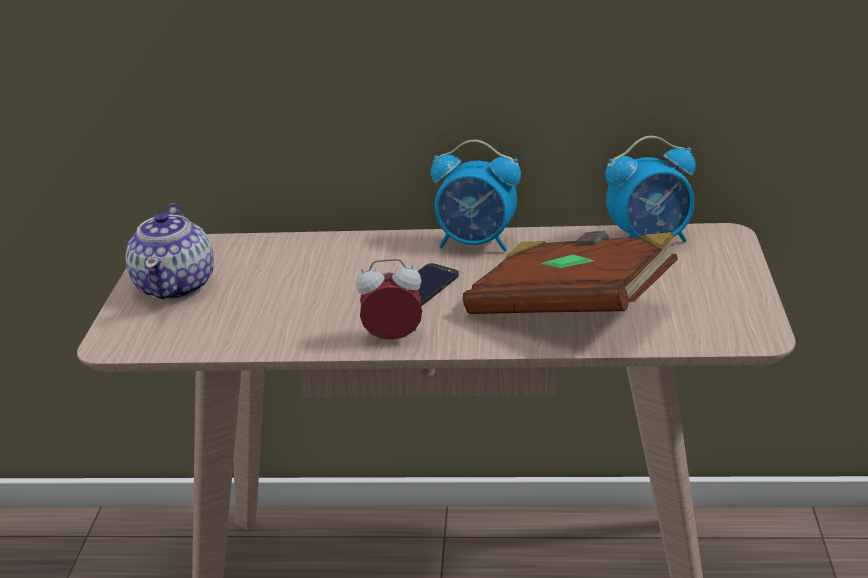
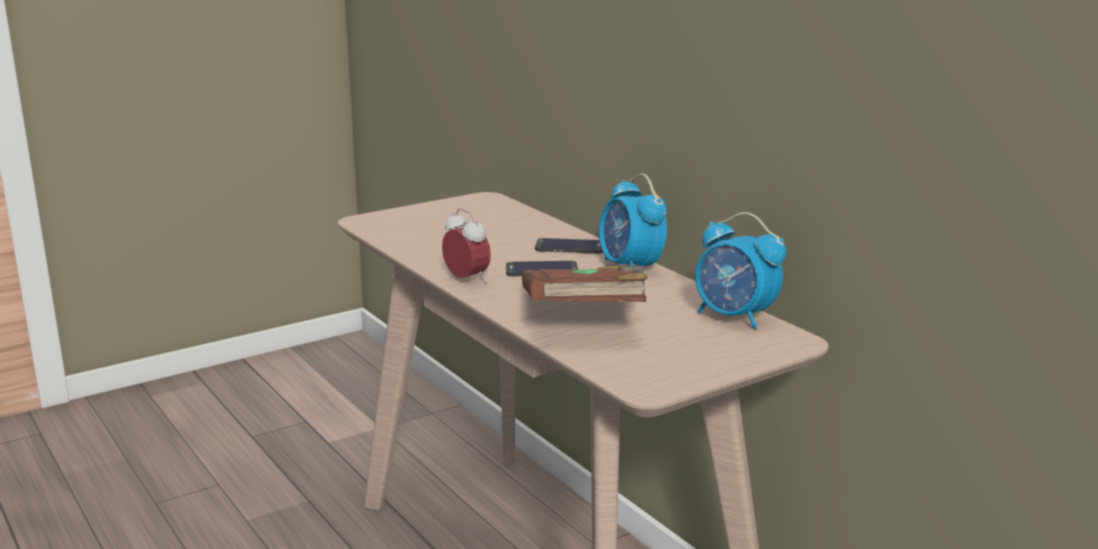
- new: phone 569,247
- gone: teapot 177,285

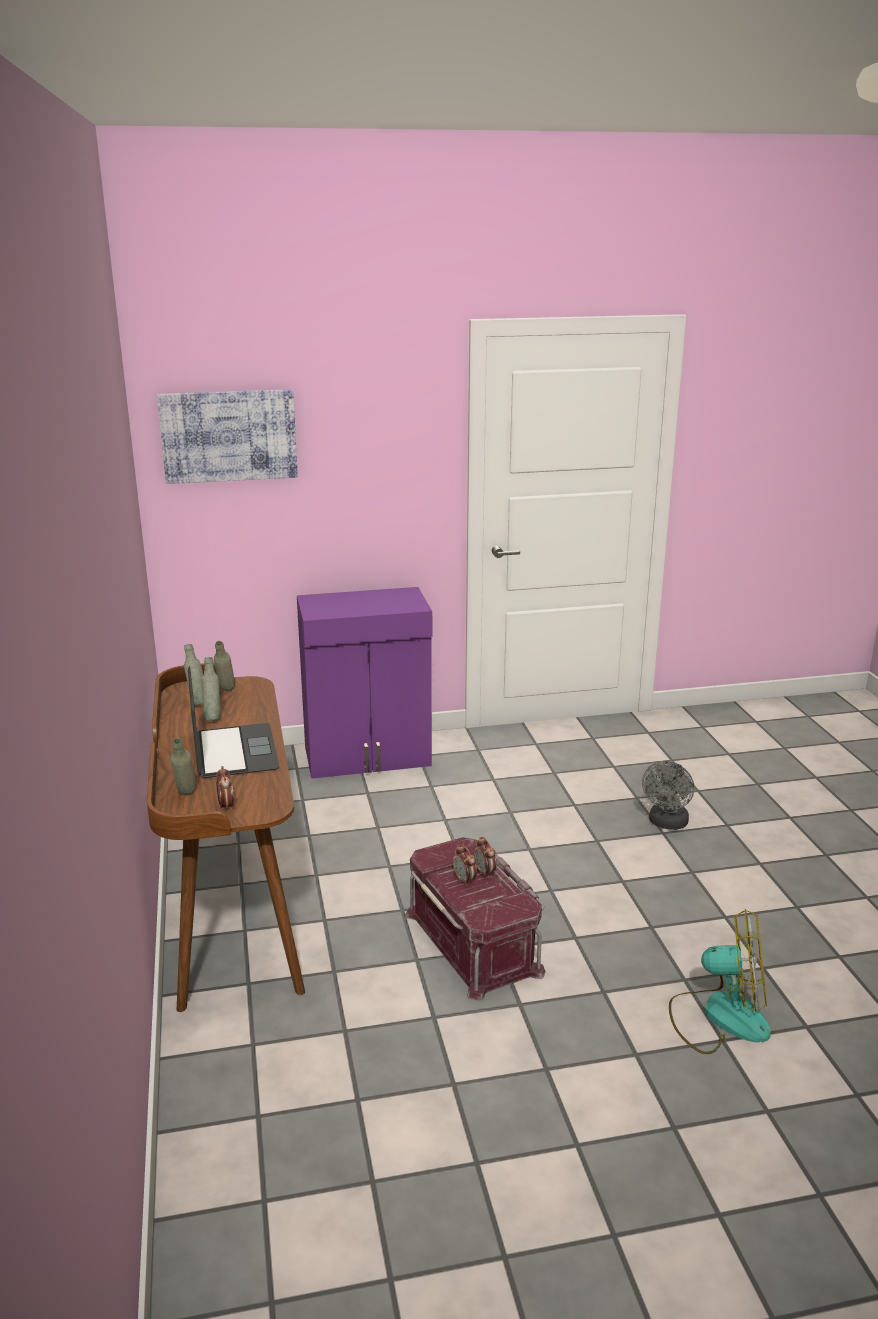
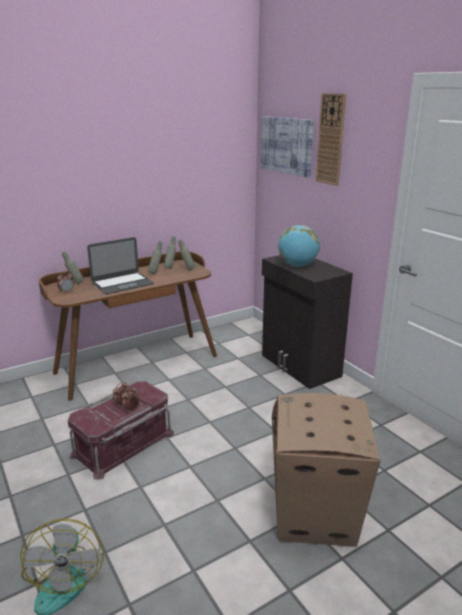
- repainted: storage cabinet (purple-coloured) 368,757 to storage cabinet (black-coloured) 299,366
- swapped: fan (grey) 667,823 to carton 315,515
- new: world globe 297,266
- new: wall clock 331,139

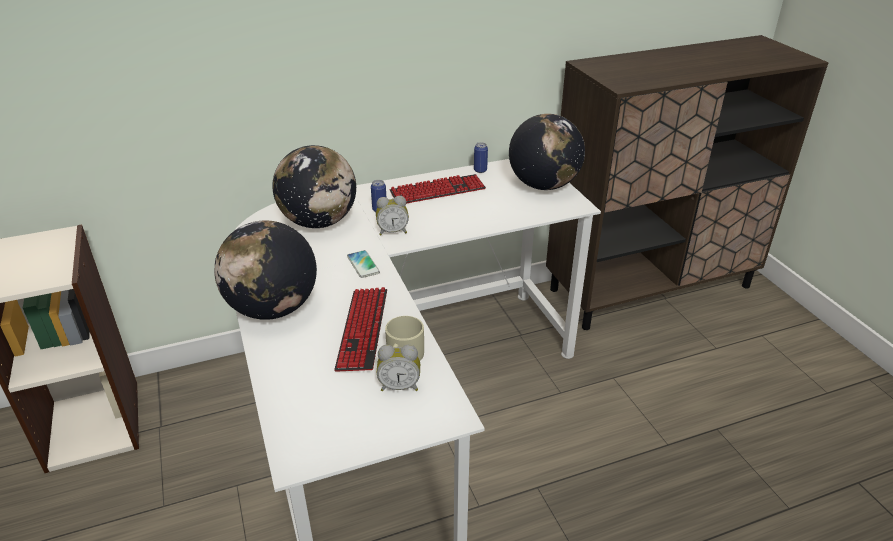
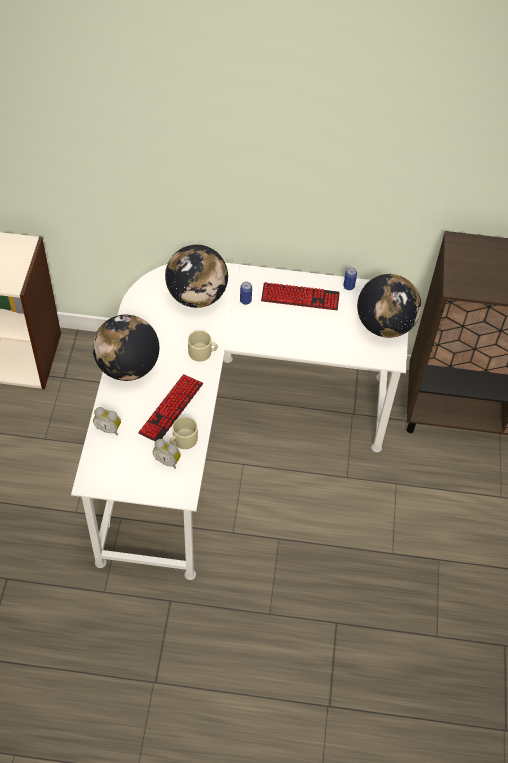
- shifted: bedside clock 392,231 to 109,428
- swapped: phone 363,265 to mug (beige) 203,352

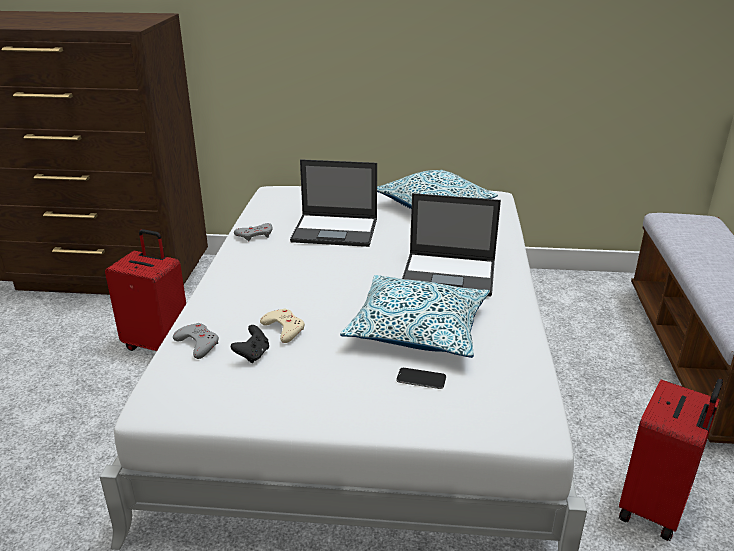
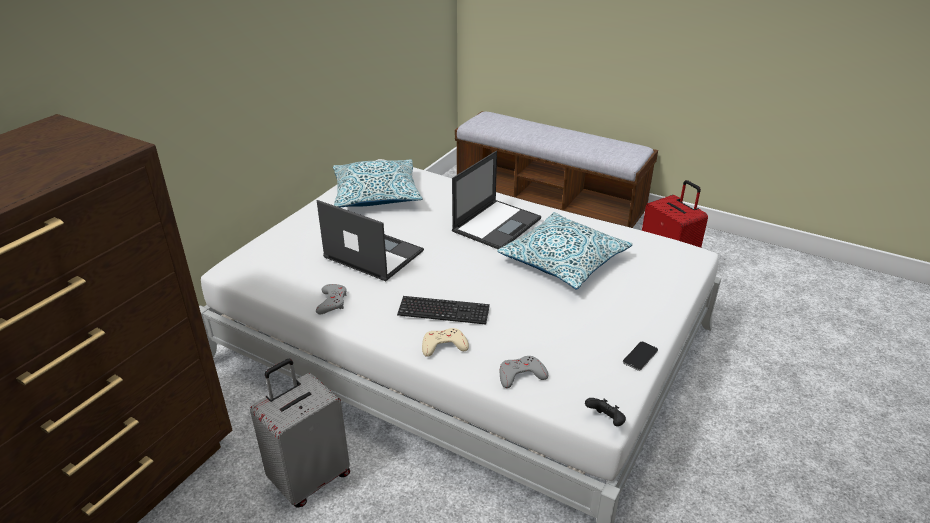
- repainted: suitcase (red-coloured) 159,344 to suitcase (grey) 310,478
- rotated: laptop 336,230 = 372,254 90 degrees counterclockwise
- new: PC keyboard 443,312
- shifted: joypad (beige) 284,329 to 443,346
- shifted: joypad (black-coloured) 253,355 to 606,421
- shifted: phone 421,379 to 640,356

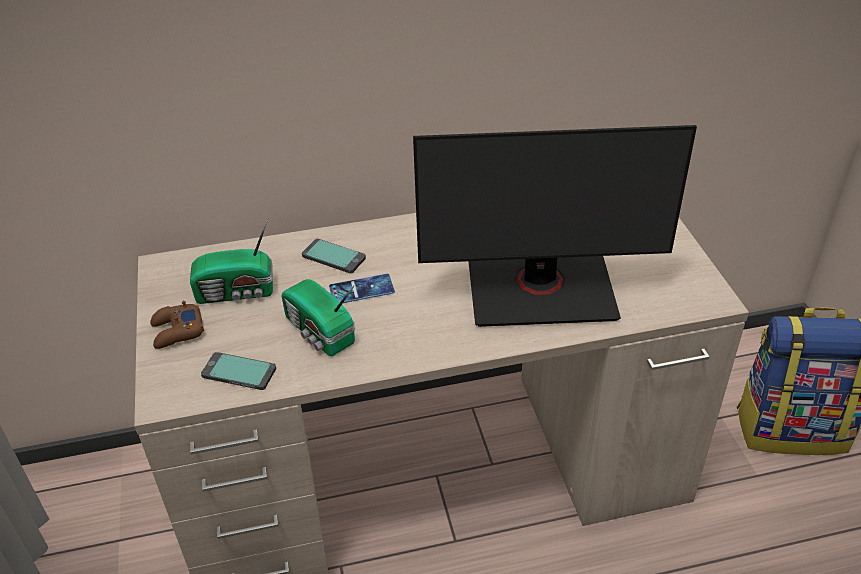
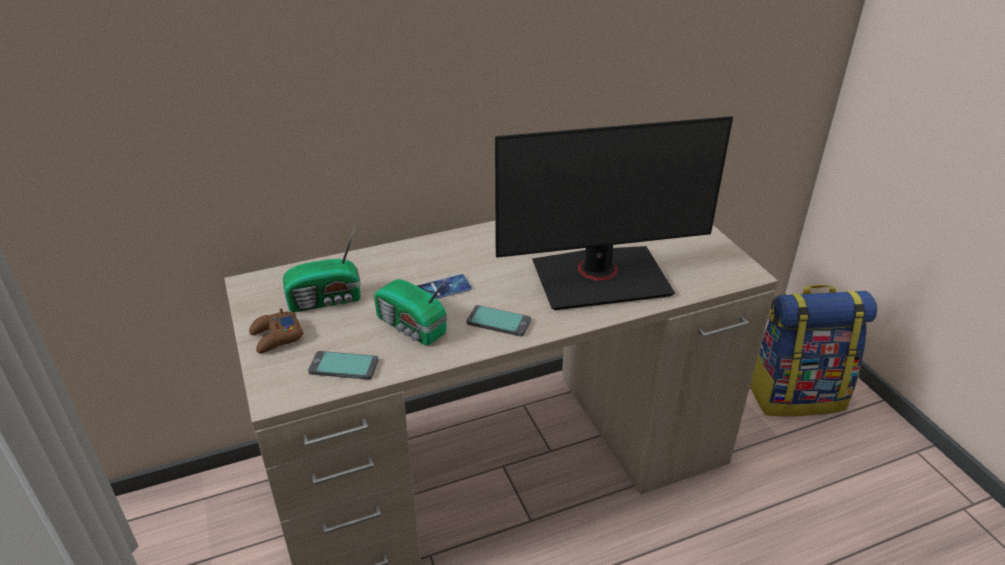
- shifted: phone 334,257 to 499,321

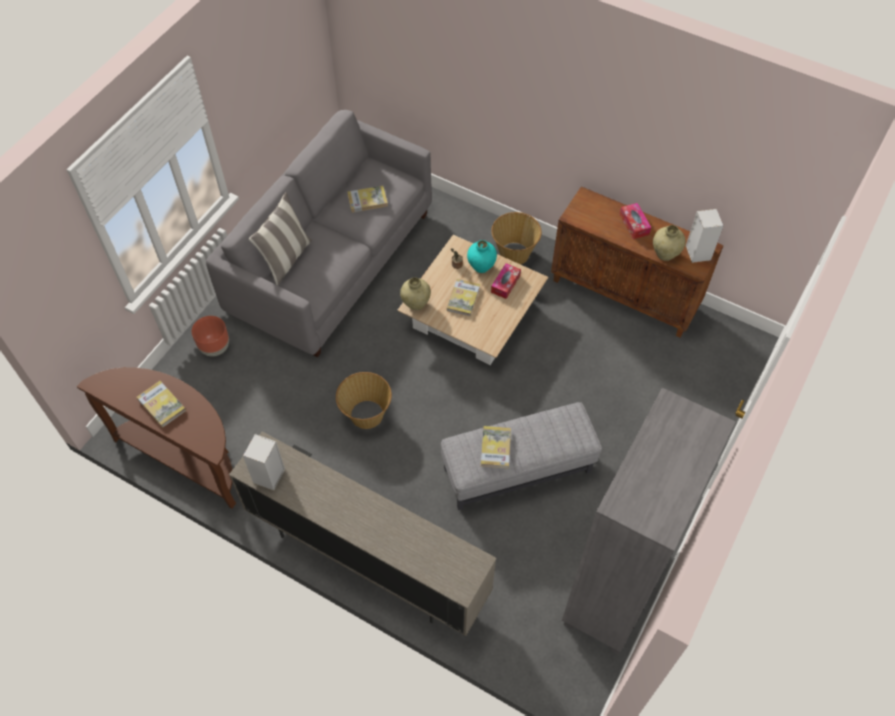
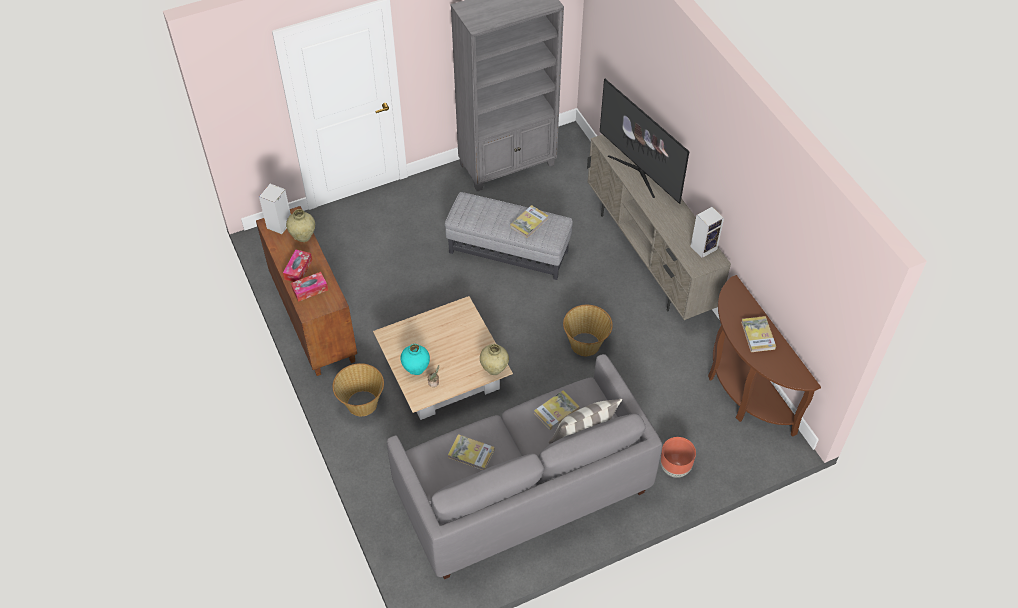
- shifted: tissue box 505,284 to 310,290
- shifted: volume 463,299 to 556,411
- new: TV set 639,171

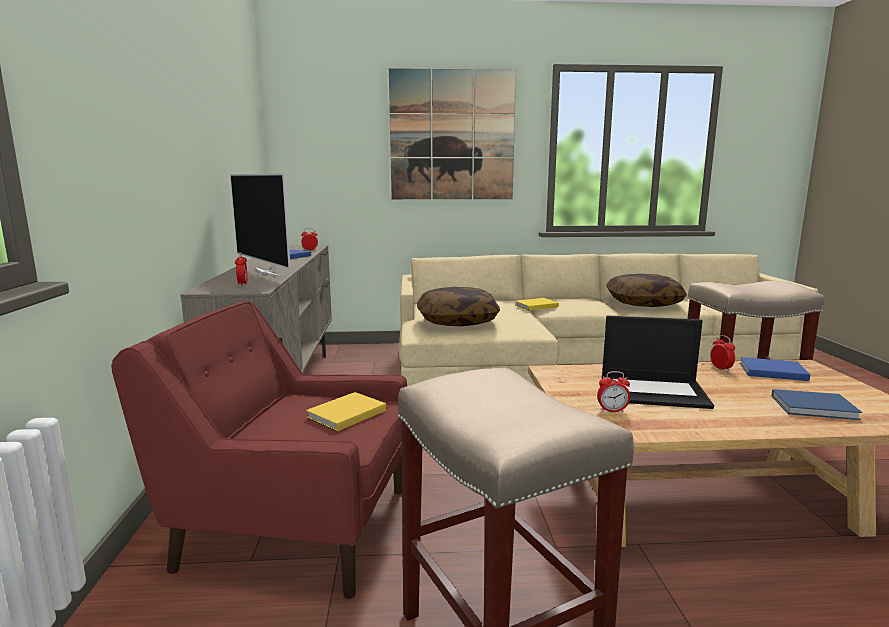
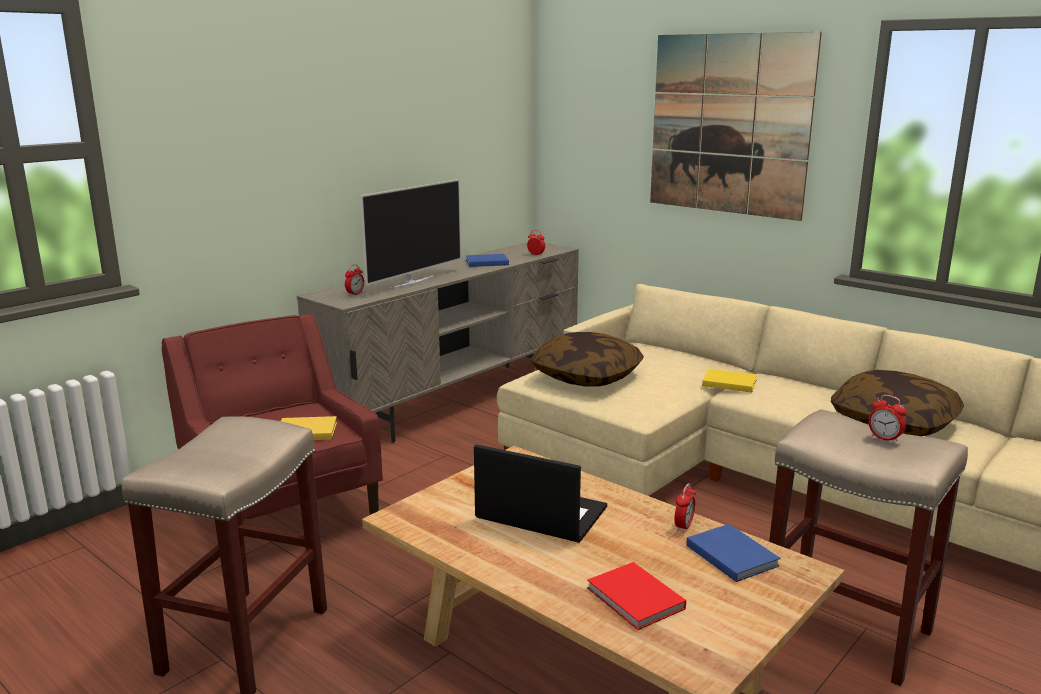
- rotated: TV set 268,272 = 412,282 150 degrees counterclockwise
- rotated: laptop 654,391 = 539,513 150 degrees clockwise
- repainted: volume (blue) 816,408 to volume (red-coloured) 635,600
- shifted: bedside clock 612,411 to 884,438

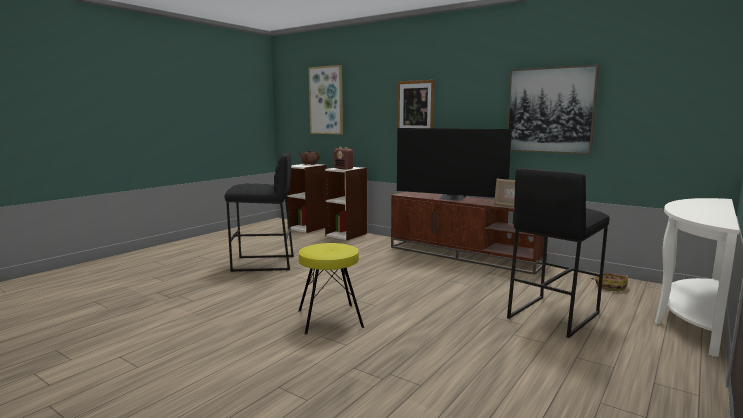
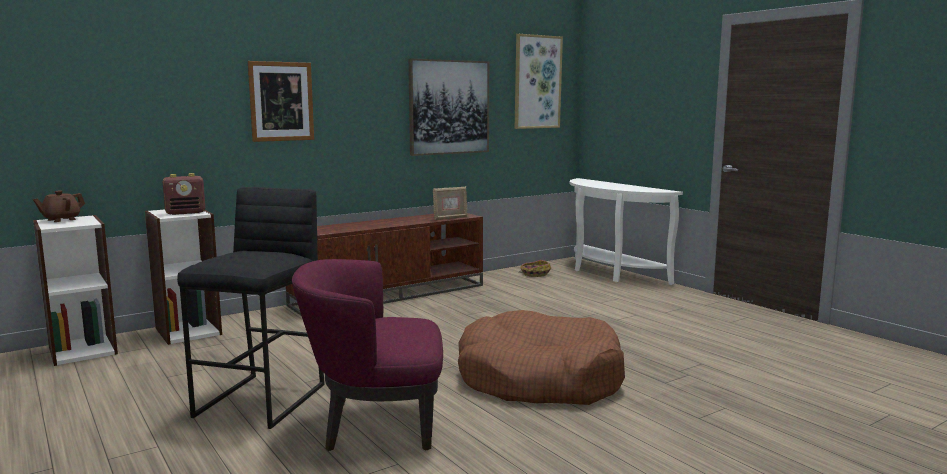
- new: armchair (purple-coloured) 375,425
- swapped: sitting stool (yellow-coloured) 330,319 to dog bed (brownish) 539,379
- shifted: picture 326,100 to 537,82
- gone: TV set 451,198
- gone: sitting stool (black-coloured) 552,315

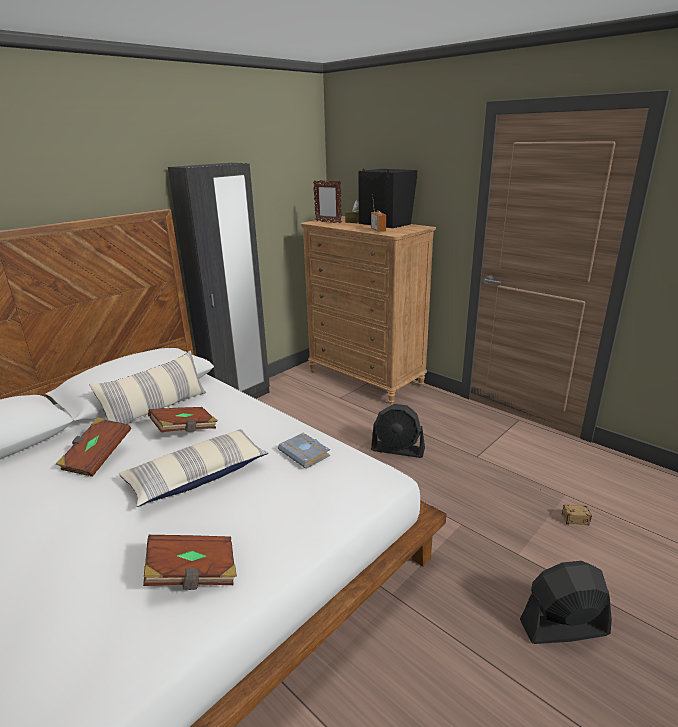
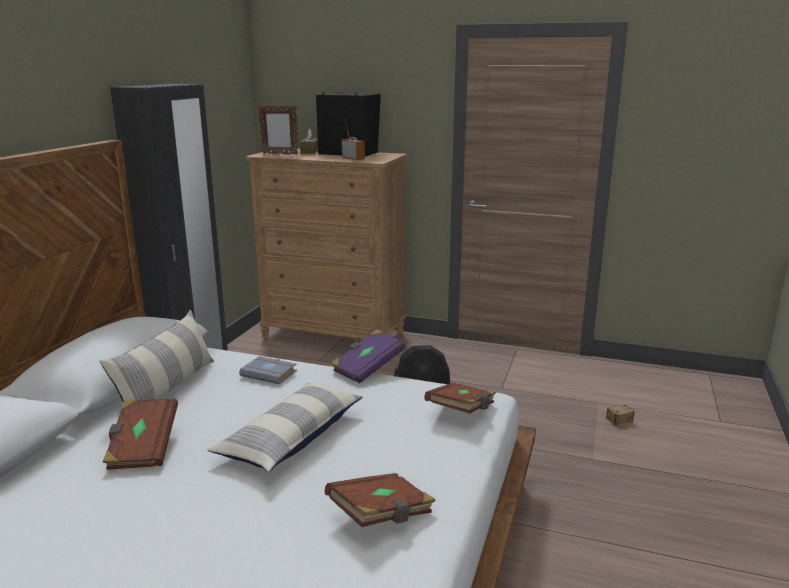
- shifted: volume (grey) 306,453 to 270,373
- new: volume (purple-coloured) 367,368
- shifted: volume (brownish) 185,430 to 462,411
- gone: fan (black-coloured) 563,627

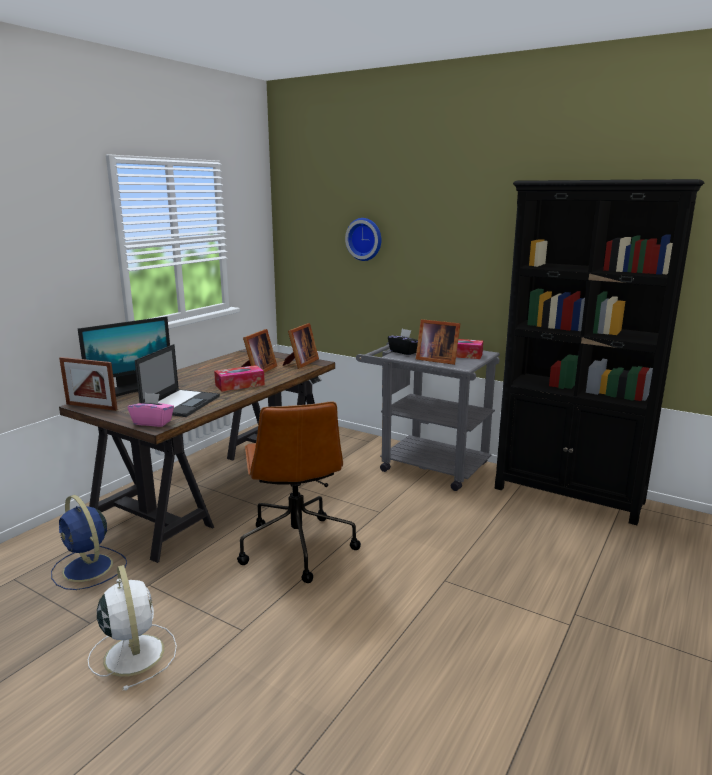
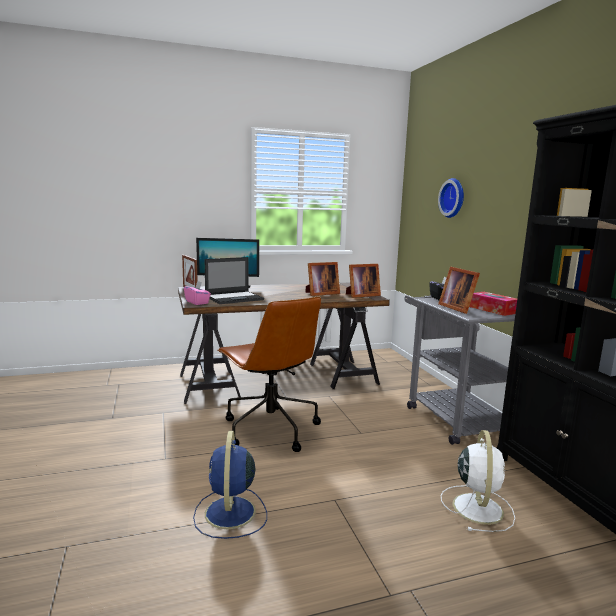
- shifted: fan (blue) 89,569 to 230,514
- rotated: desk chair (brownish) 296,546 = 269,429 60 degrees counterclockwise
- shifted: fan (white-coloured) 133,653 to 477,507
- gone: tissue box 240,385

